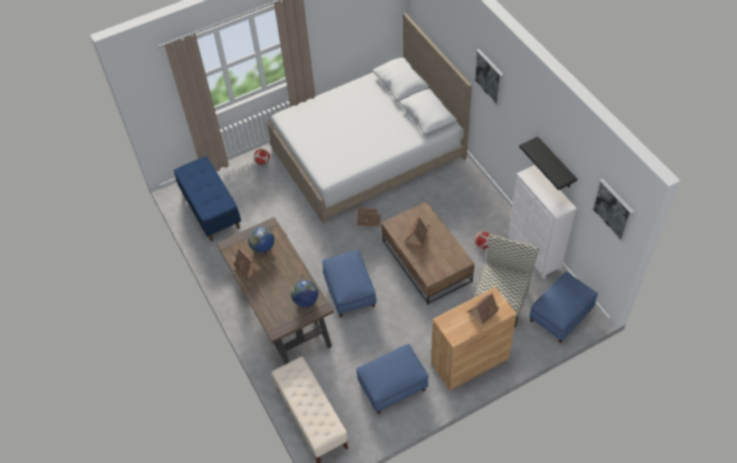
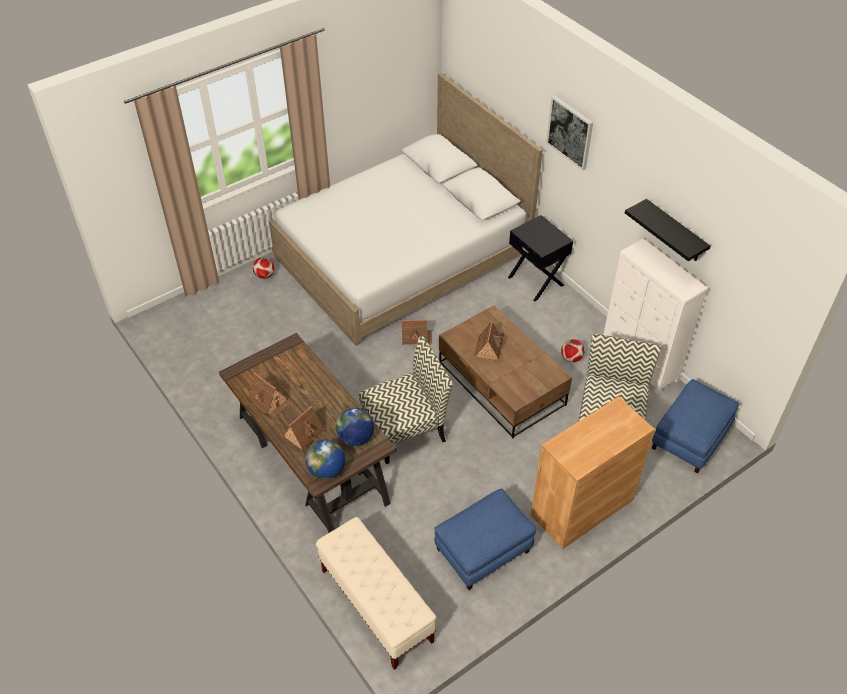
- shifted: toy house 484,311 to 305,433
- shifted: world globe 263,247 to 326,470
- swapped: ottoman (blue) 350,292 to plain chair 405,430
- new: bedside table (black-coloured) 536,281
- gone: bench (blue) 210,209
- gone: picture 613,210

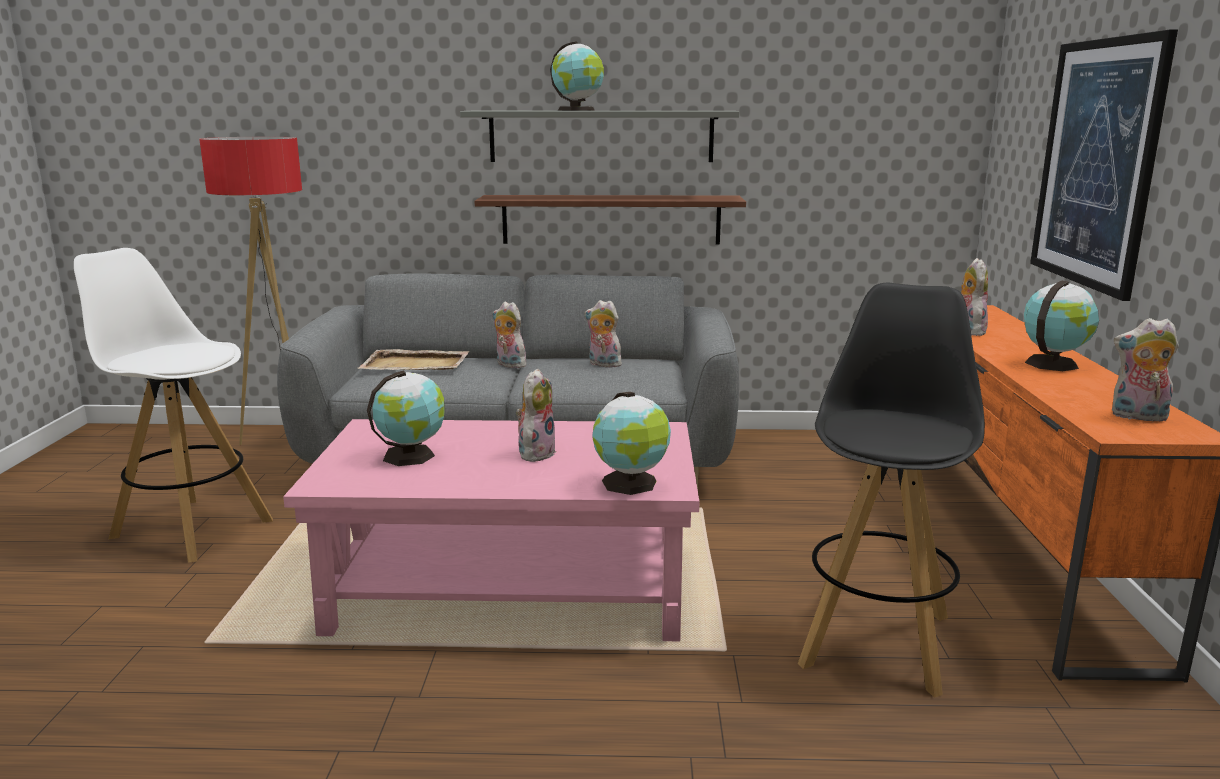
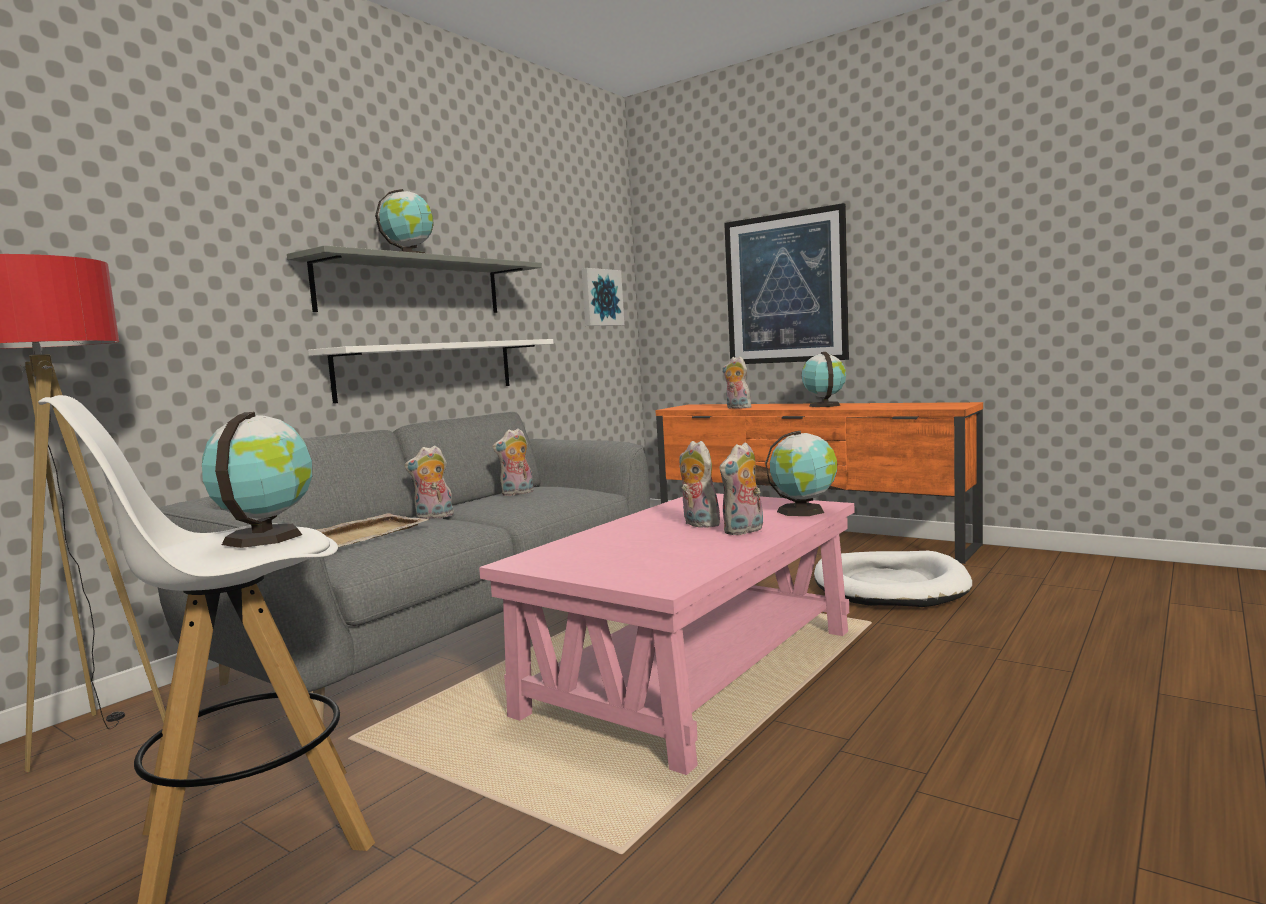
- shifted: world globe 411,455 to 265,537
- repainted: wall shelf (brownish) 611,219 to wall shelf (white-coloured) 428,369
- new: picture 600,297
- shifted: plush toy 1137,417 to 744,531
- swapped: sitting stool (black-coloured) 876,638 to dog bed (white-coloured) 889,585

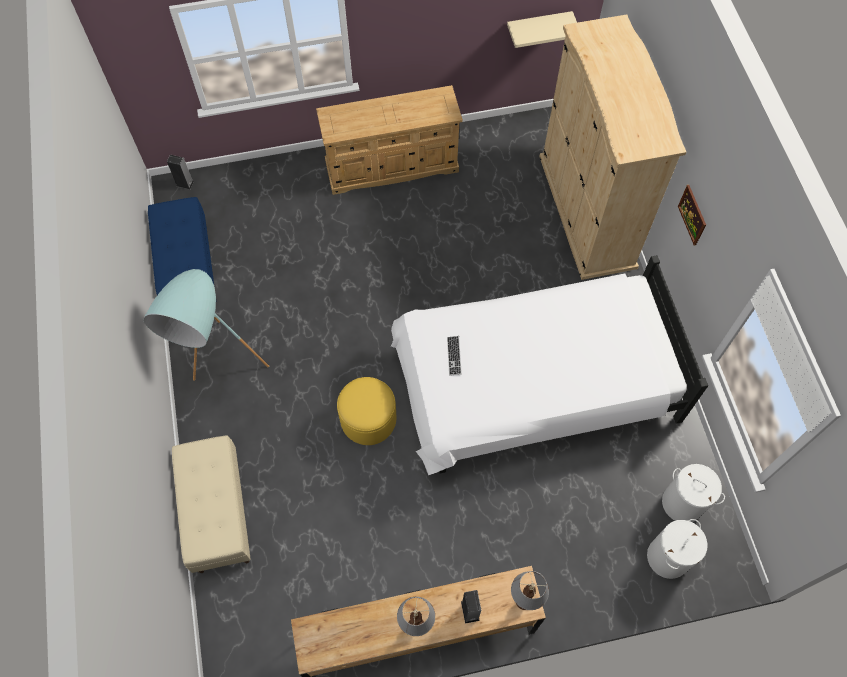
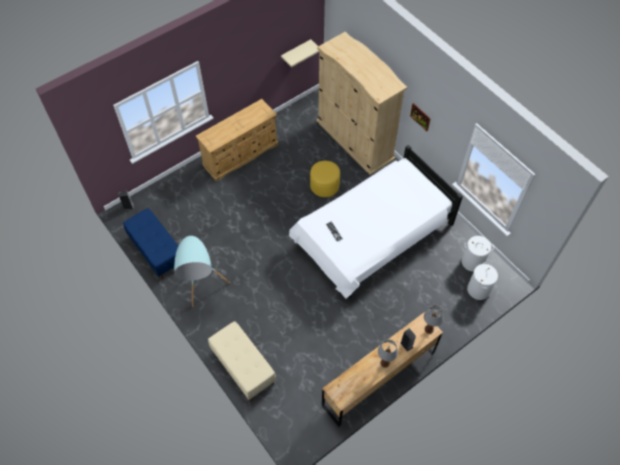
- shifted: ottoman (yellow-coloured) 368,419 to 324,185

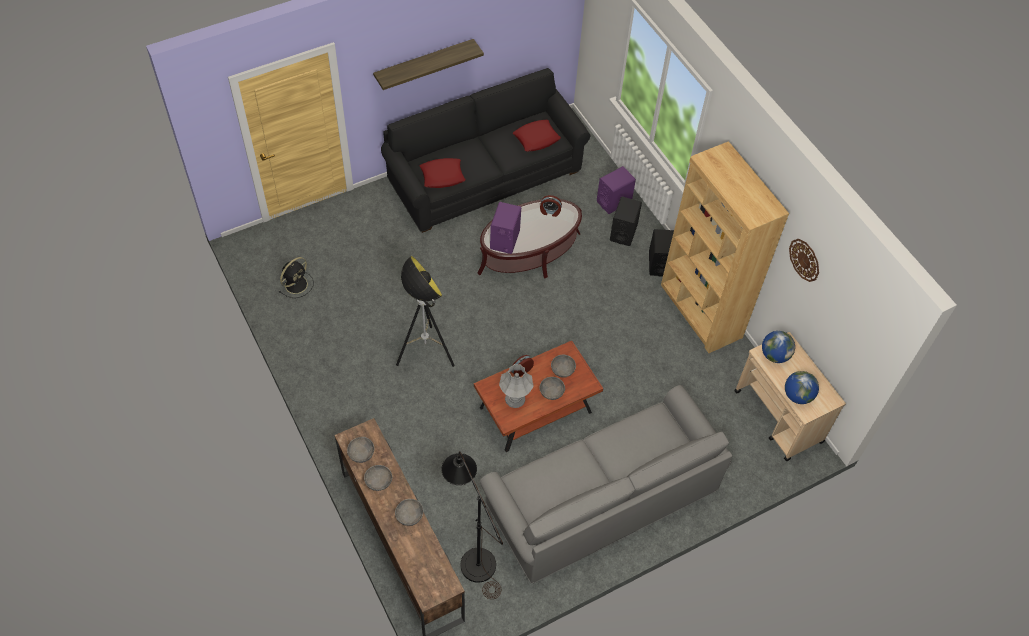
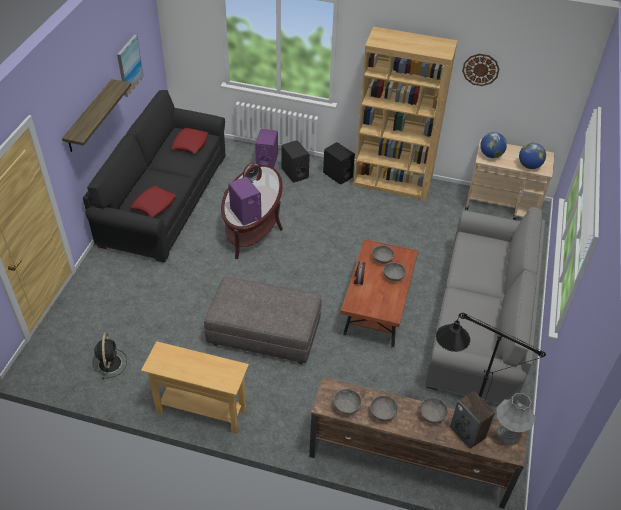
- new: picture 129,65
- new: console table (beige) 201,411
- swapped: standing lamp 425,353 to ottoman (grey) 264,332
- new: audio speaker 468,432
- shifted: lamp for a table (grey) 515,398 to 507,434

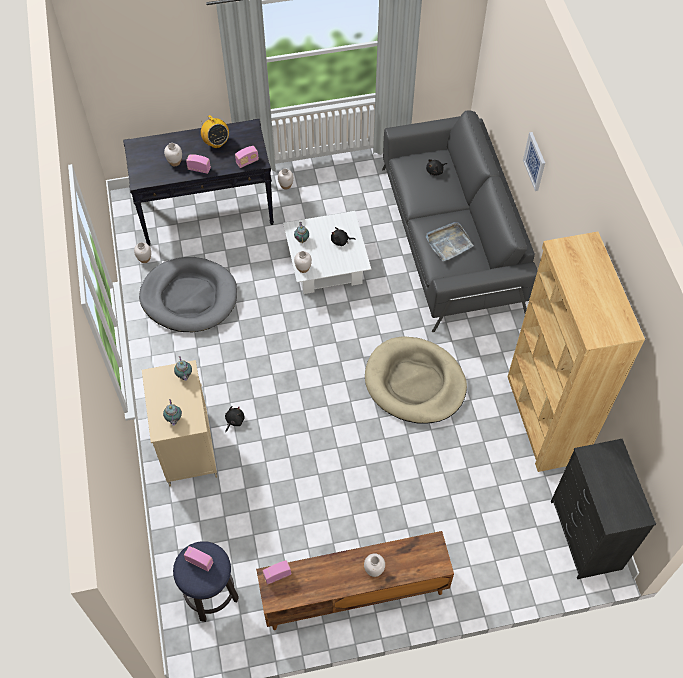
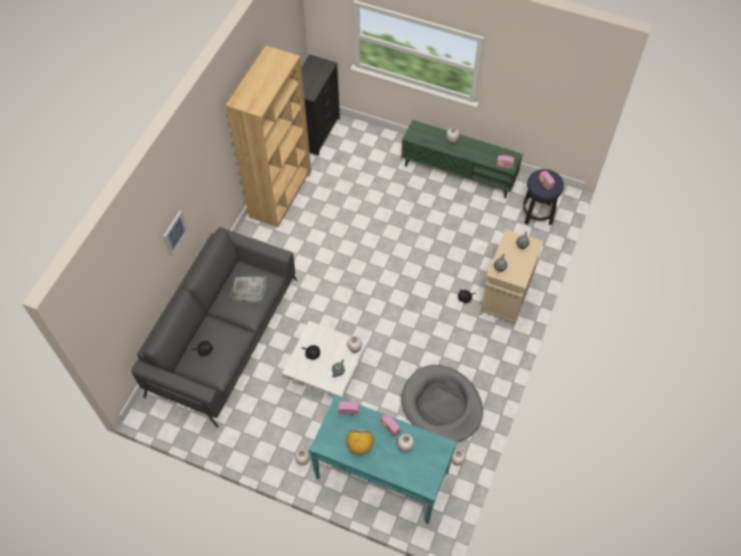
- repainted: console table (black-coloured) 207,211 to console table (turquoise-coloured) 381,476
- repainted: tv stand (brownish) 353,593 to tv stand (green) 459,173
- gone: dog bed (beige) 415,383

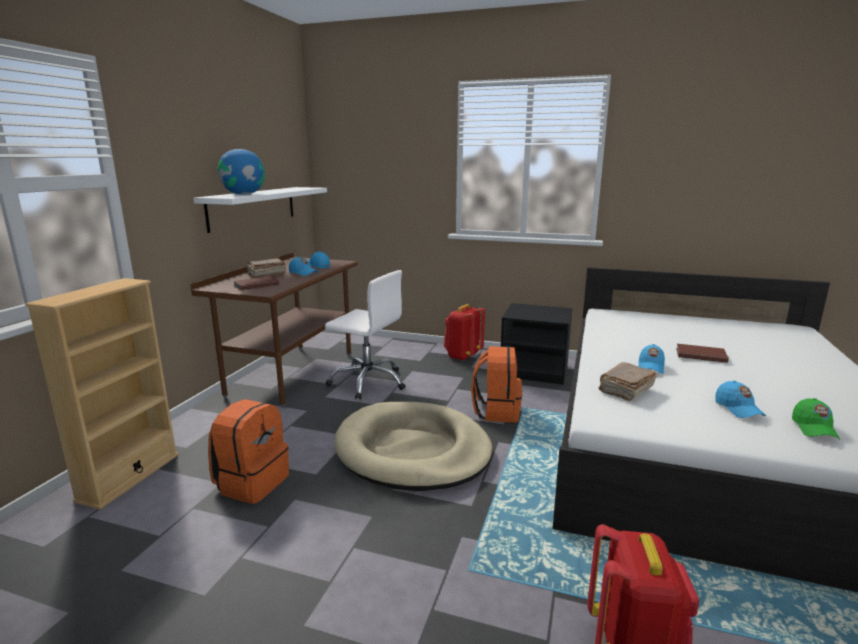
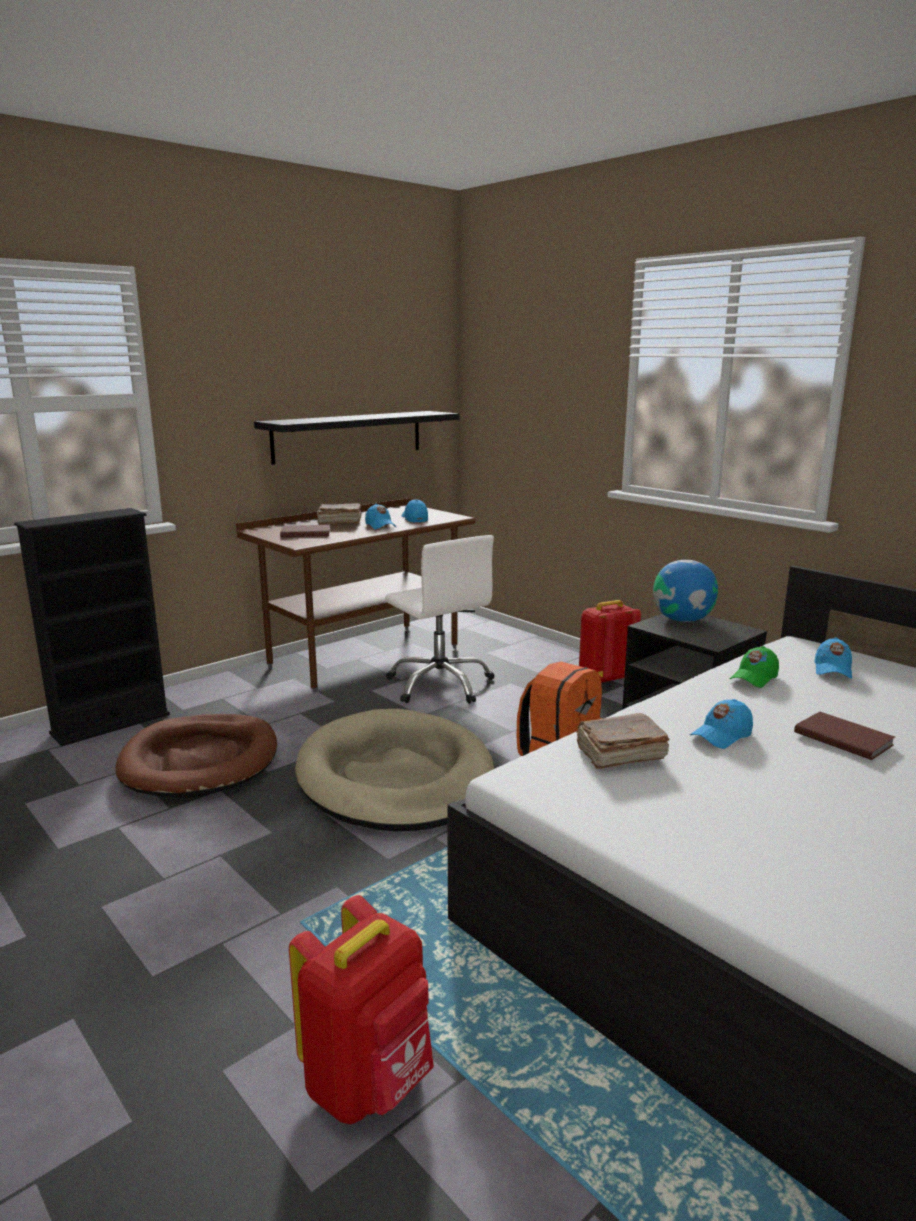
- repainted: shelving unit (beige) 129,477 to shelving unit (black-coloured) 111,724
- swapped: knapsack (orange) 252,482 to dog bed (brownish) 200,761
- repainted: wall shelf (white-coloured) 253,207 to wall shelf (black-coloured) 349,436
- shifted: world globe 243,194 to 682,620
- shifted: baseball cap (green) 814,428 to 754,678
- shifted: baseball cap (blue) 738,409 to 832,670

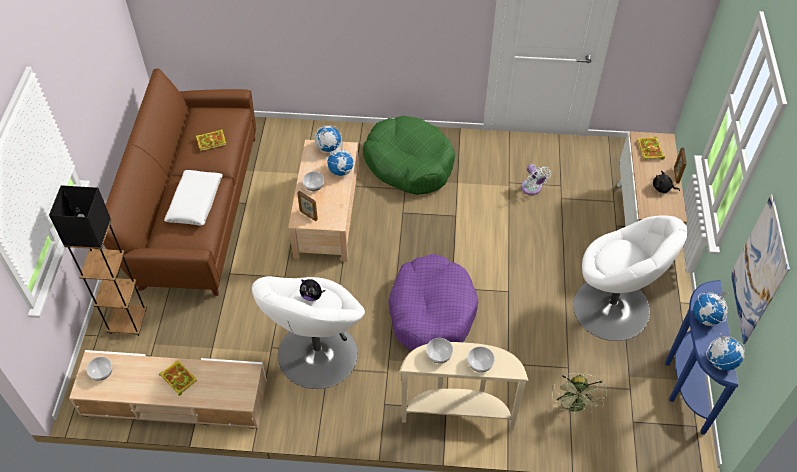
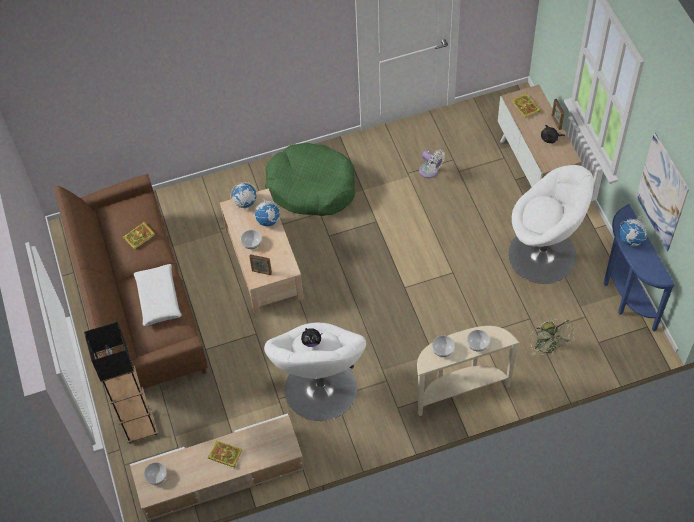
- gone: dog bed (purple-coloured) 431,312
- gone: world globe 721,361

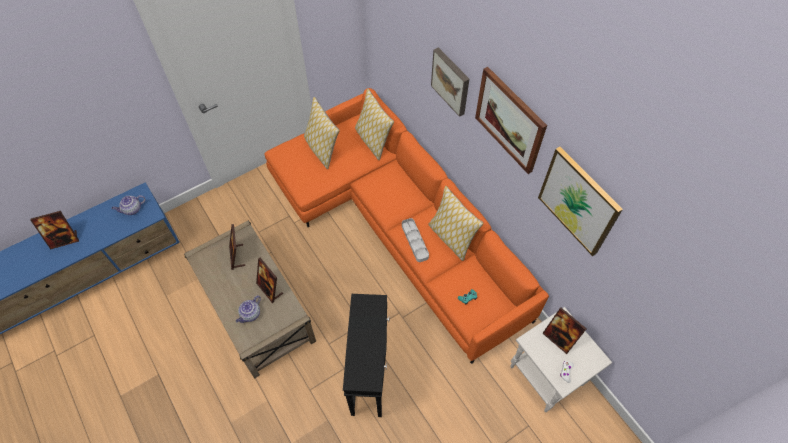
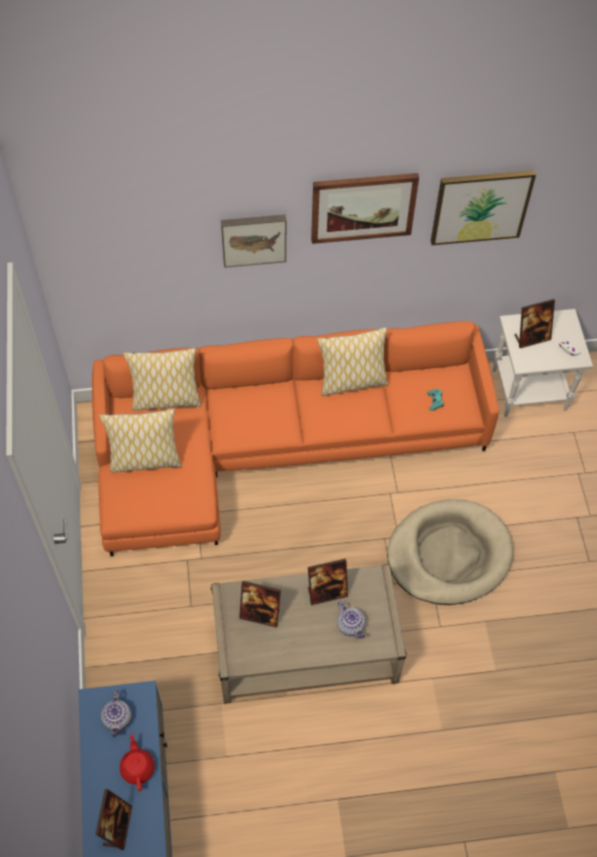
- new: teapot (red-coloured) 138,767
- swapped: side table (black-coloured) 370,372 to dog bed (beige) 448,554
- gone: carrying tray (grey) 415,241

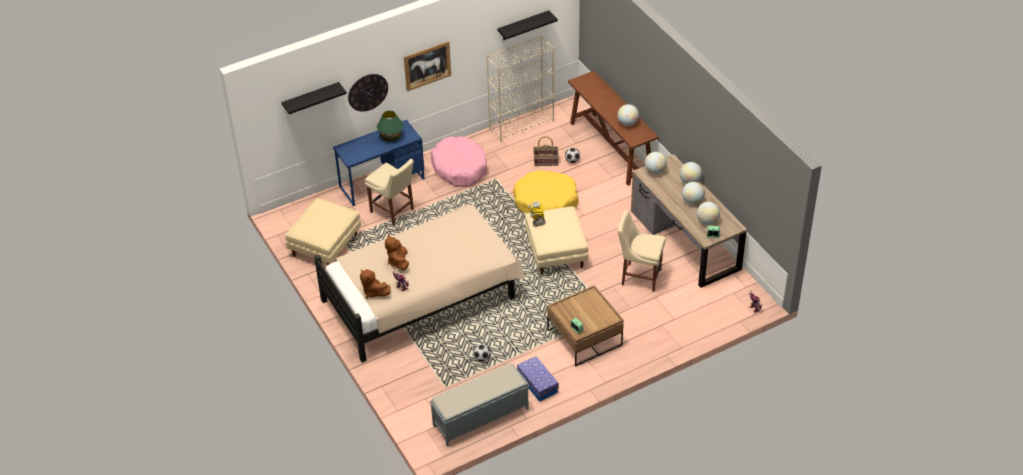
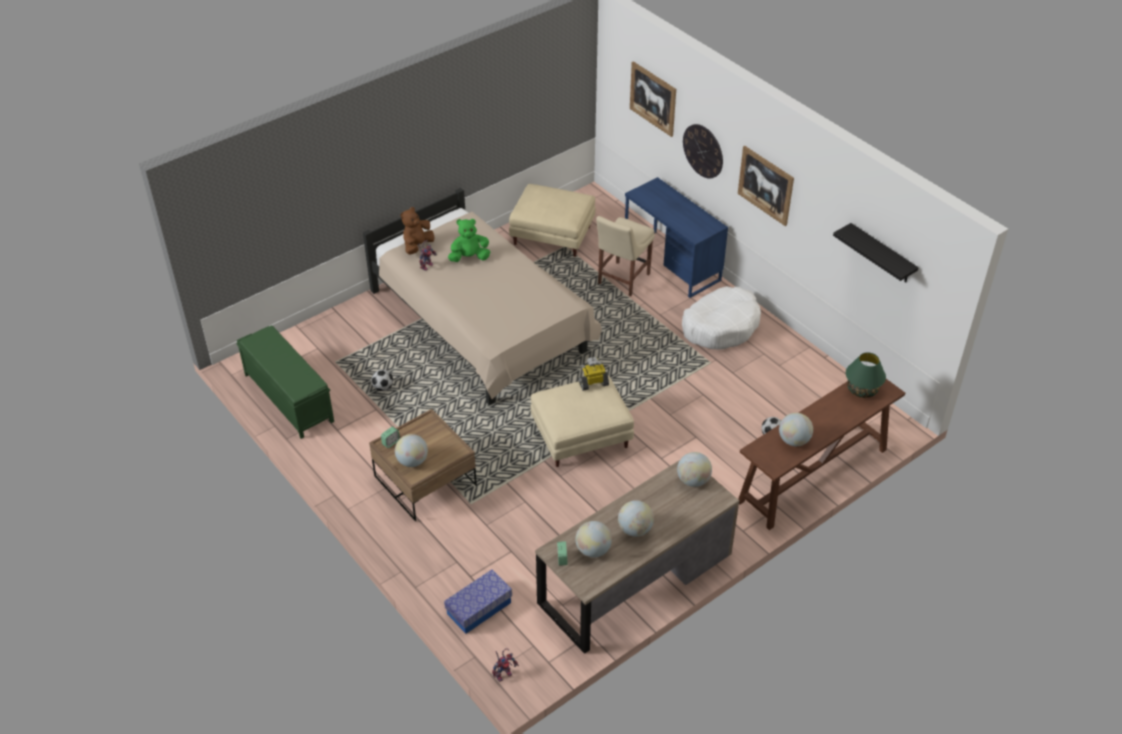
- repainted: bench (grey) 480,417 to bench (green) 288,397
- shifted: world globe 690,181 to 412,461
- shifted: storage bin 537,384 to 479,608
- repainted: plush toy (brownish) 398,262 to plush toy (green) 469,257
- swapped: wall shelf (black-coloured) 311,98 to picture 653,98
- repainted: dog bed (pink-coloured) 459,168 to dog bed (white-coloured) 720,326
- shifted: lamp for a table (green) 391,137 to 862,390
- gone: shelving unit (beige) 521,125
- gone: dog bed (yellow-coloured) 545,201
- gone: household basket 546,161
- gone: plain chair (beige) 639,276

